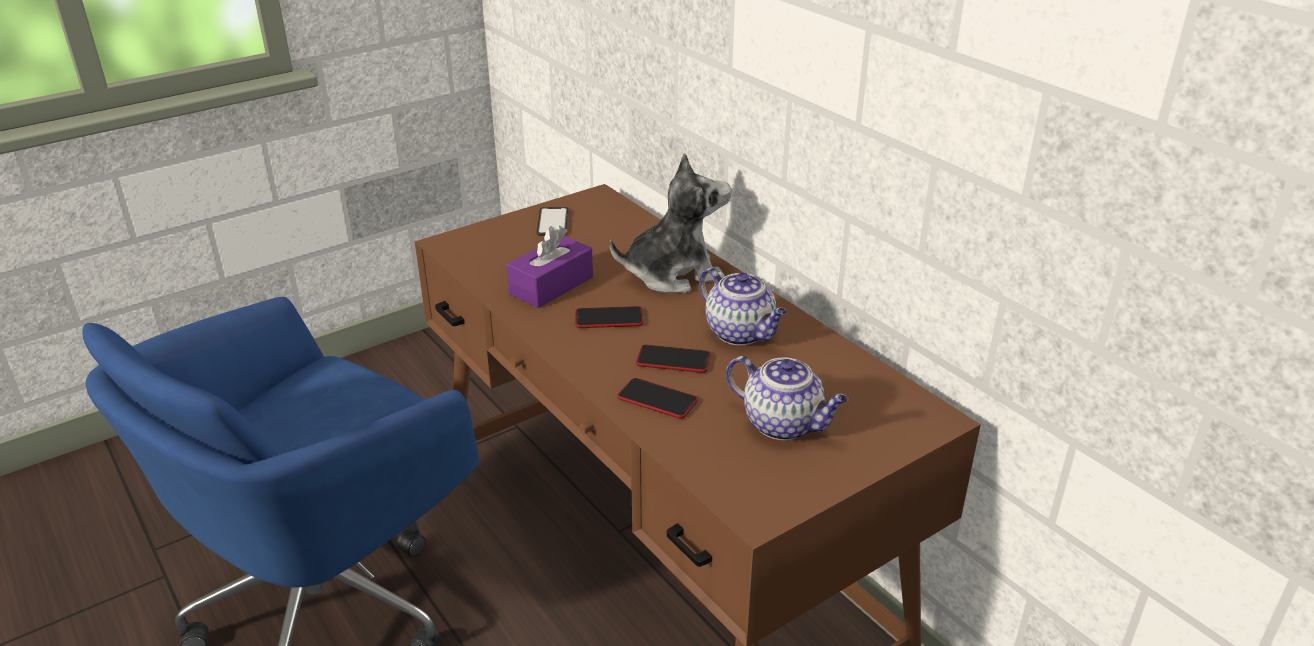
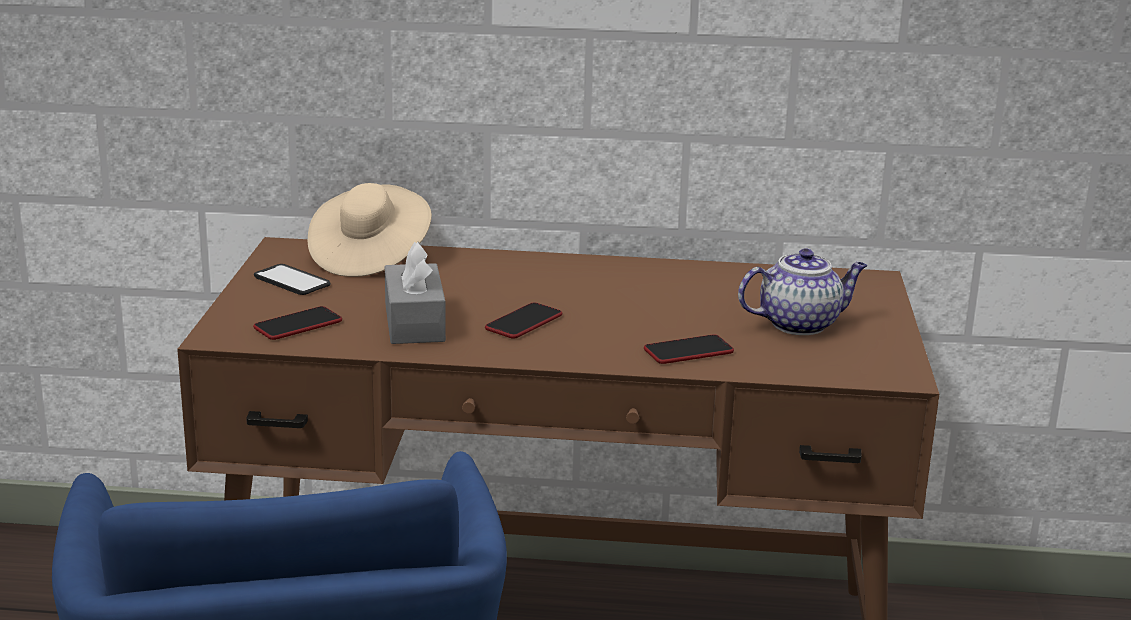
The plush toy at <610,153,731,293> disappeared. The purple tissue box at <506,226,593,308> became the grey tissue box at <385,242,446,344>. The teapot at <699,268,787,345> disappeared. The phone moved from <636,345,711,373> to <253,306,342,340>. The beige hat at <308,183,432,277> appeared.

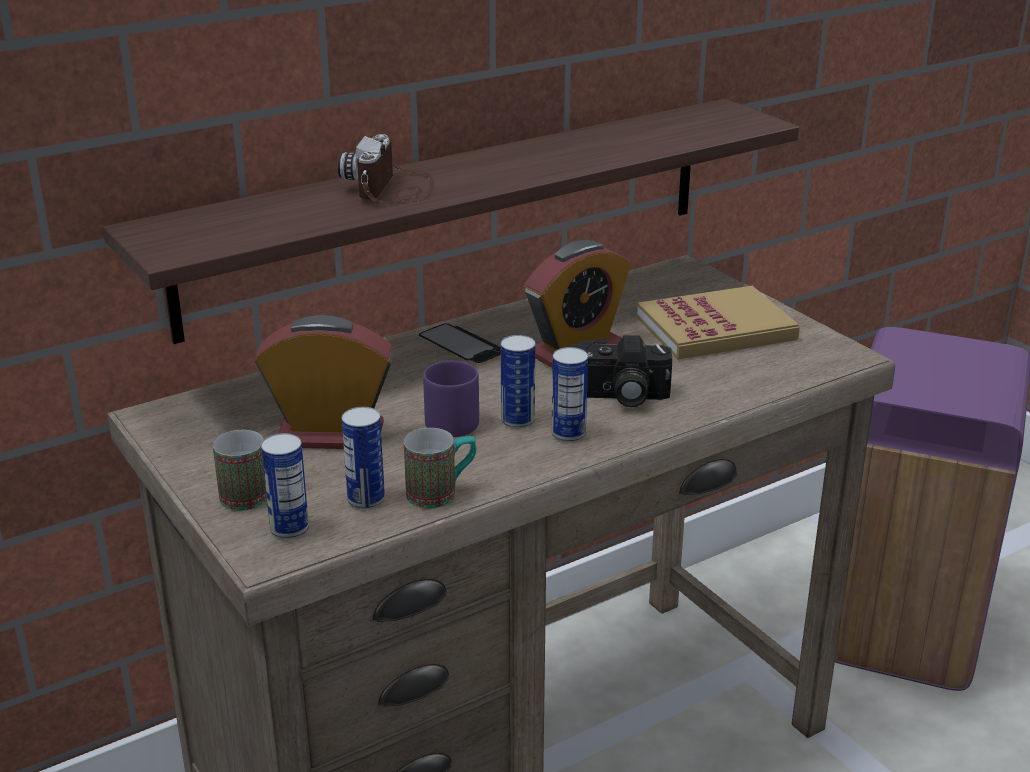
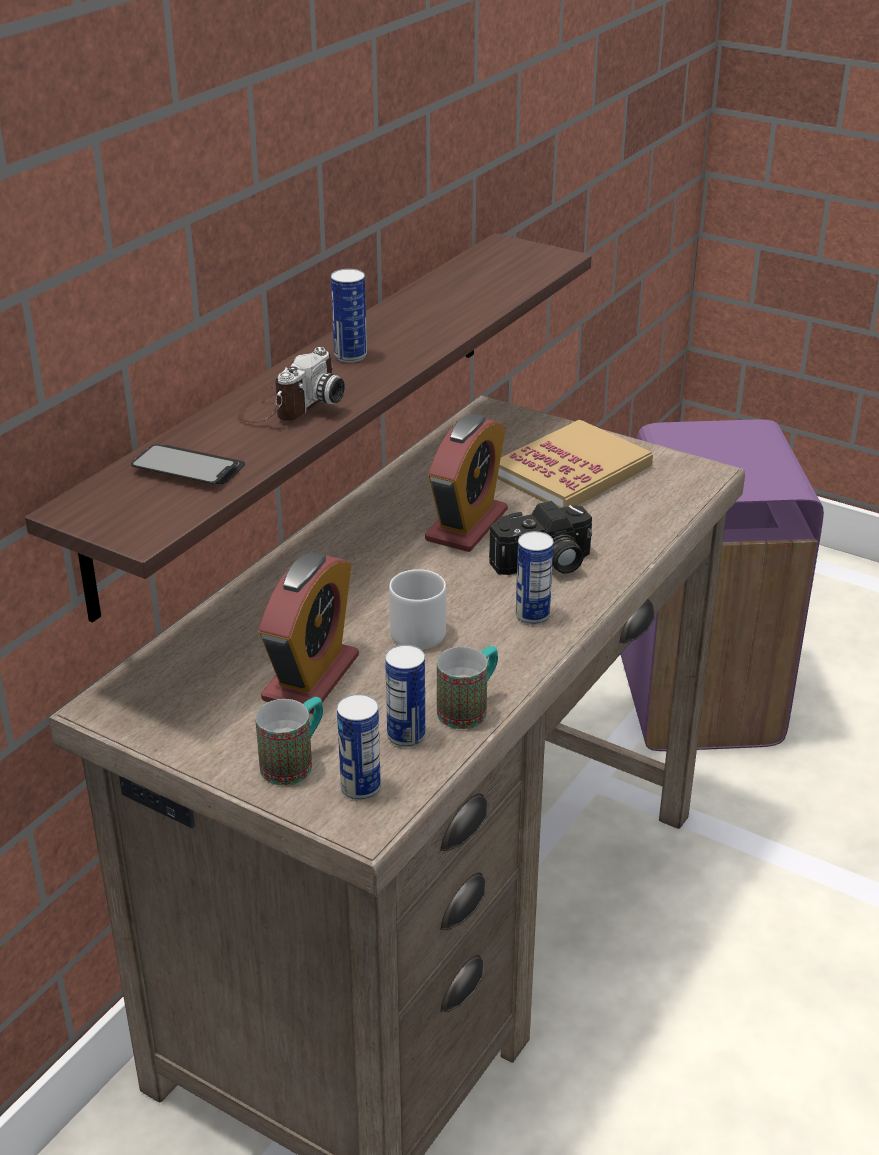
The photo camera at <338,134,434,204> turned 135 degrees counterclockwise. The alarm clock at <255,315,394,449> turned 135 degrees clockwise. The phone moved from <419,323,501,363> to <131,444,245,484>. The can moved from <501,335,535,429> to <331,269,367,363>. The purple mug at <423,361,479,437> became the grey mug at <389,569,446,650>.

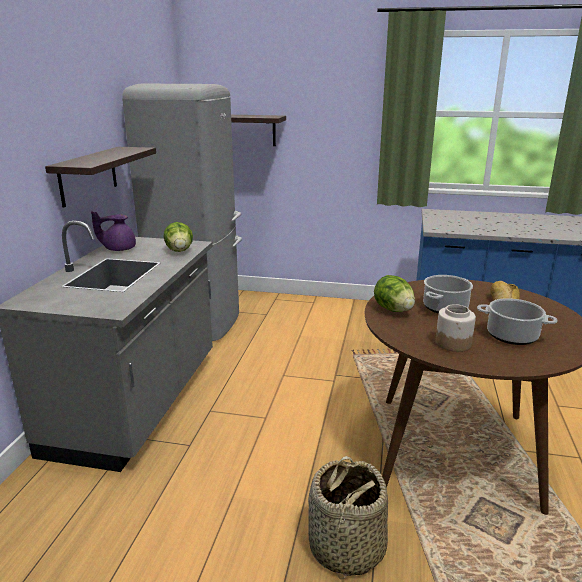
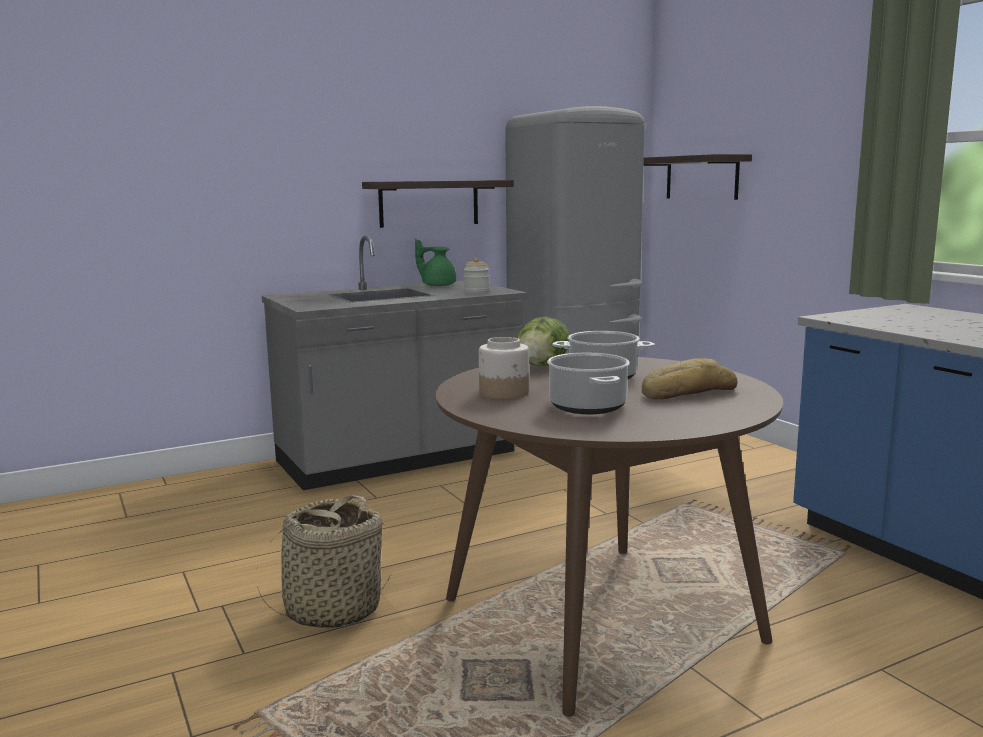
The purple teapot at <91,211,136,251> became the green teapot at <415,239,456,286>. The lettuce at <163,222,193,252> was replaced by the jar at <463,258,489,294>.

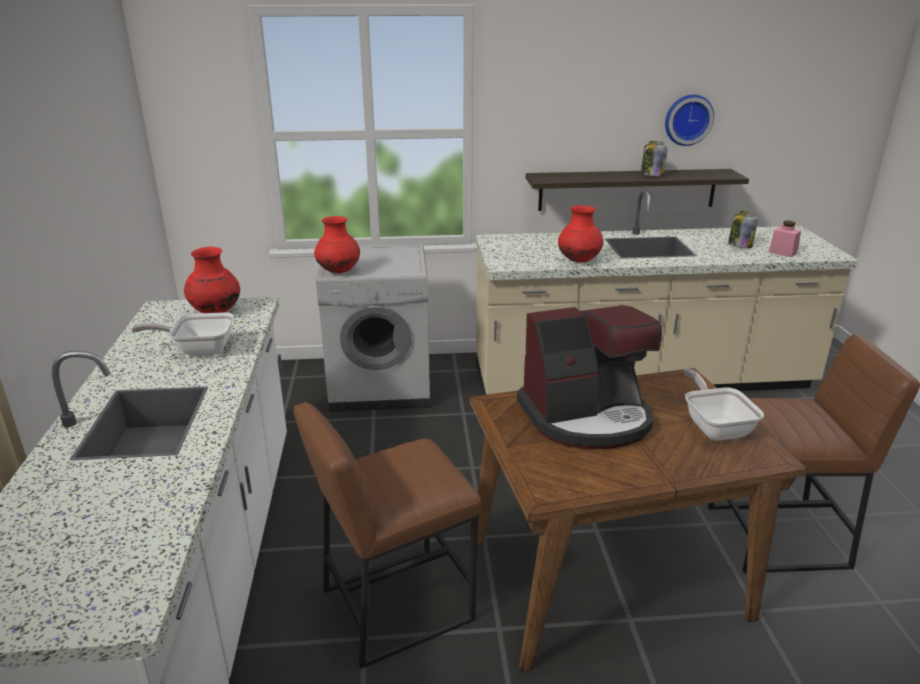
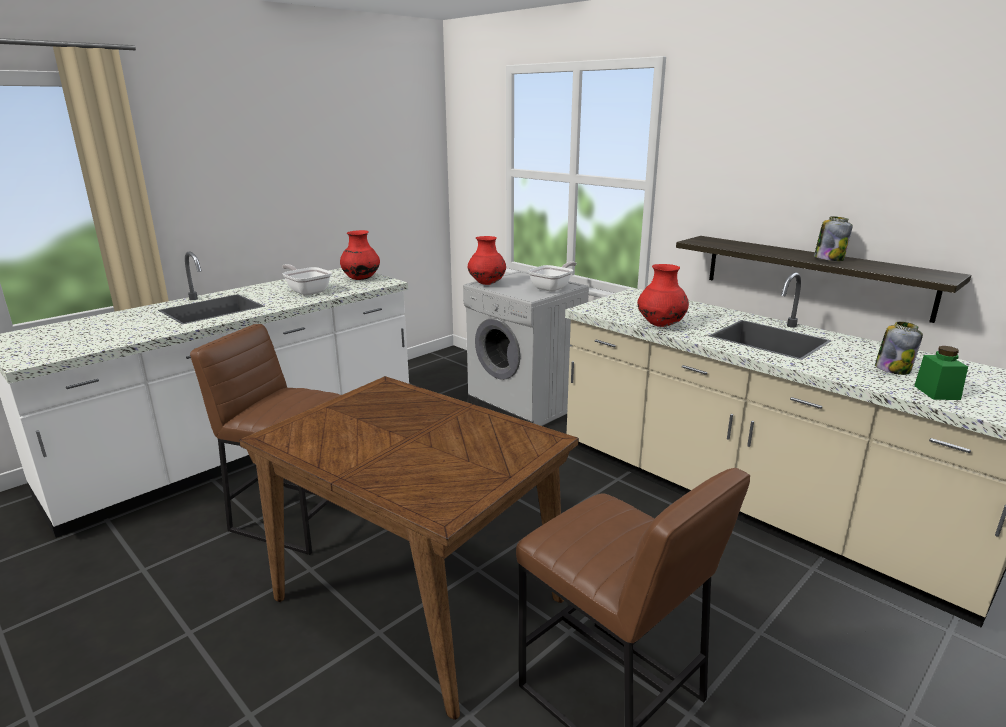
The wall clock at <665,94,714,146> disappeared. The pink jar at <769,220,801,257> became the green jar at <914,346,968,400>. The coffee machine at <517,305,662,449> disappeared. The frying pan moved from <684,369,764,441> to <528,261,577,292>.

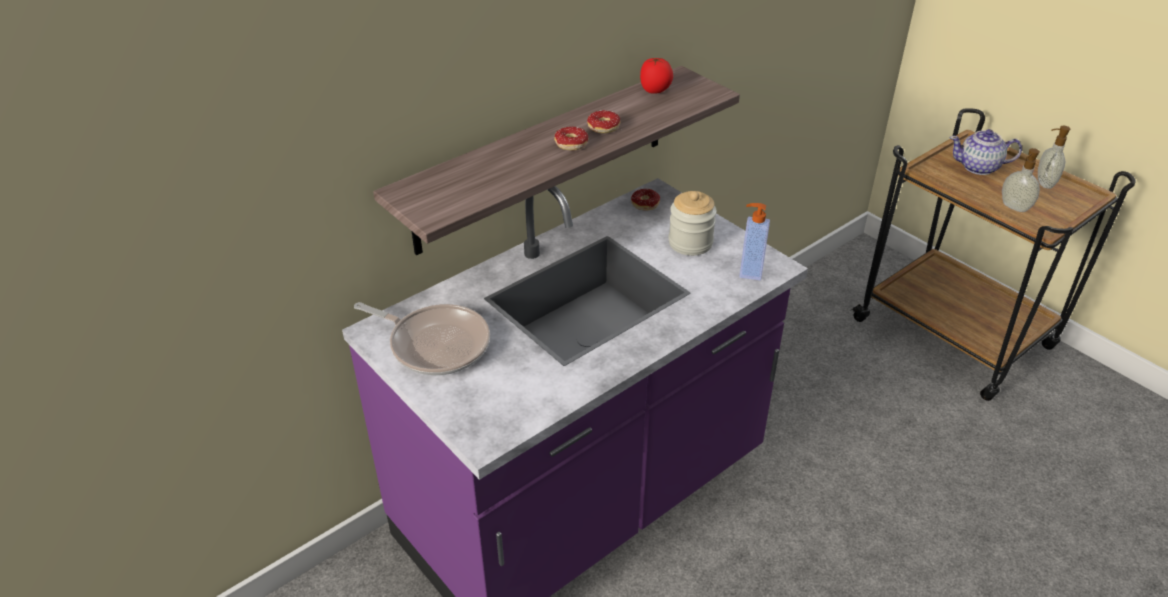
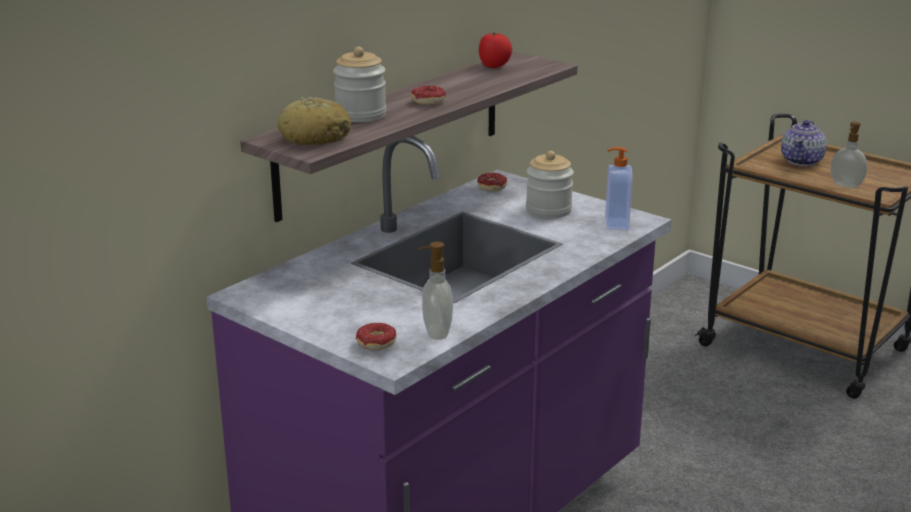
The donut moved from <587,110,620,133> to <356,323,397,350>. The soap dispenser moved from <1038,126,1070,189> to <418,242,453,340>. The teapot at <950,129,1022,175> turned 60 degrees counterclockwise. The frying pan at <354,302,490,375> disappeared. The jar at <333,47,386,122> appeared. The bread at <278,97,351,145> appeared.

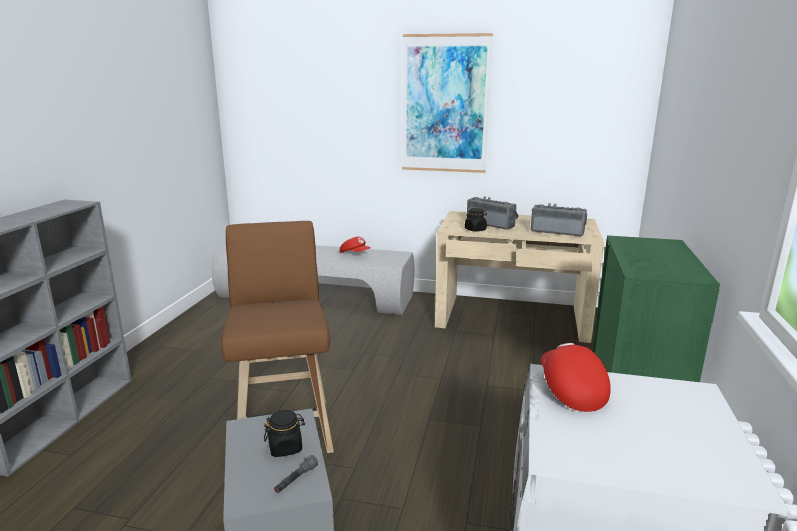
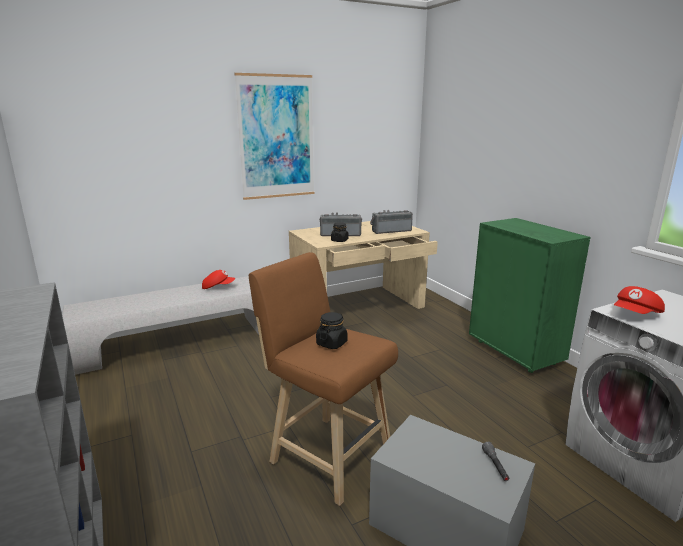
The red cap at <541,343,611,412> turned 75 degrees counterclockwise. The black jar moved from <264,410,305,457> to <316,312,348,349>.

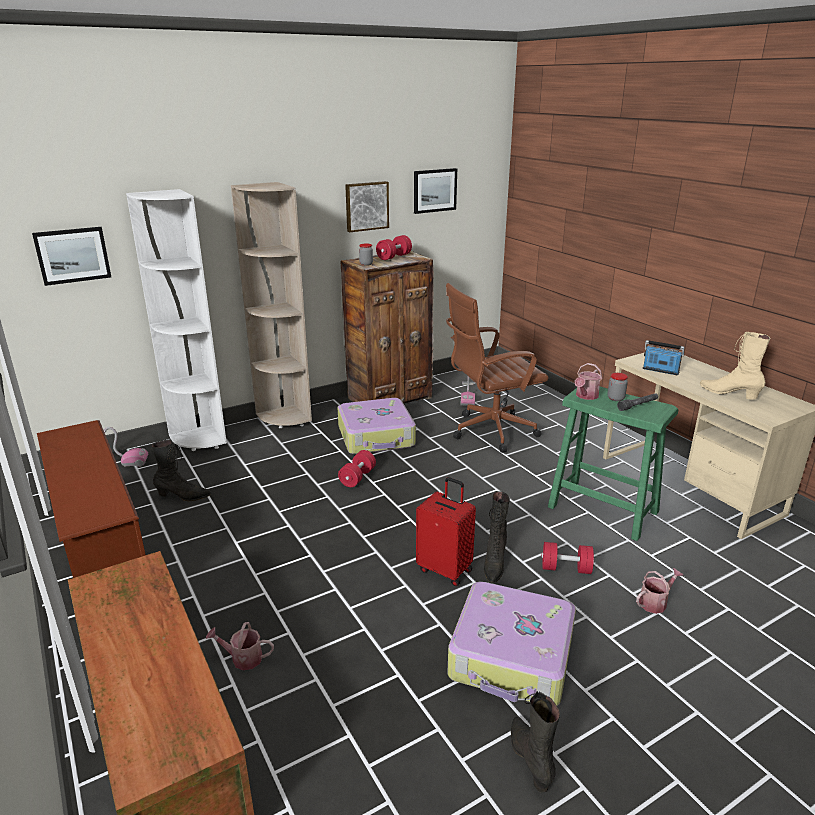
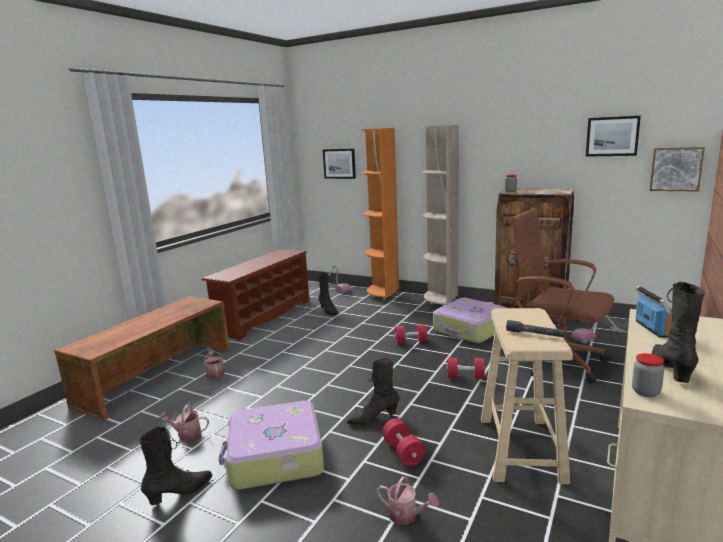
The picture moved from <345,181,389,232> to <650,147,705,192>. The white bookcase at <126,189,227,451> became the orange bookcase at <359,128,399,300>. The red dumbbell moved from <376,235,412,260> to <446,357,486,379>. The beige boot at <699,332,770,399> became the black boot at <652,281,705,383>. The watering can moved from <575,363,603,400> to <158,405,209,441>. The jar moved from <607,373,628,401> to <632,353,664,397>. The green stool at <548,386,678,541> became the beige stool at <481,308,573,485>. The red suitcase at <416,477,476,586> disappeared.

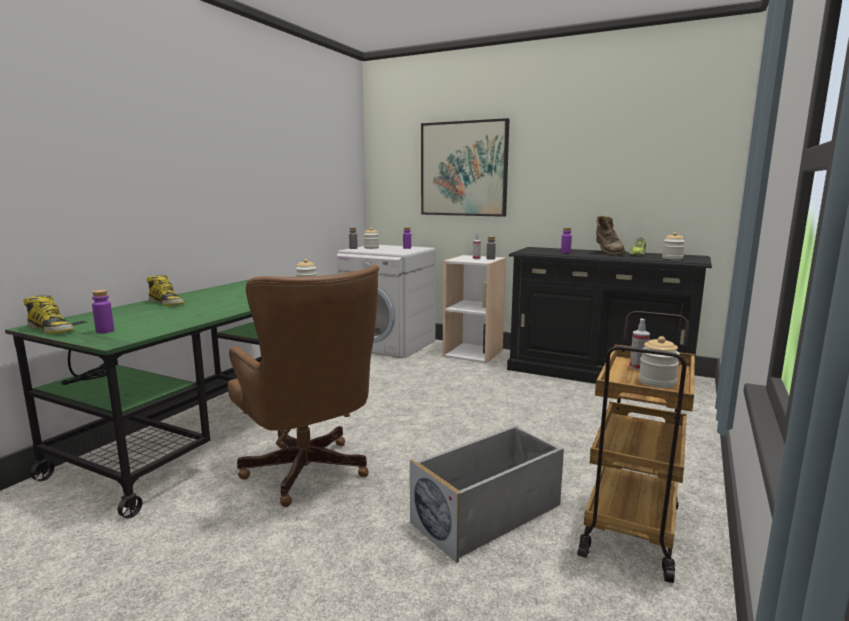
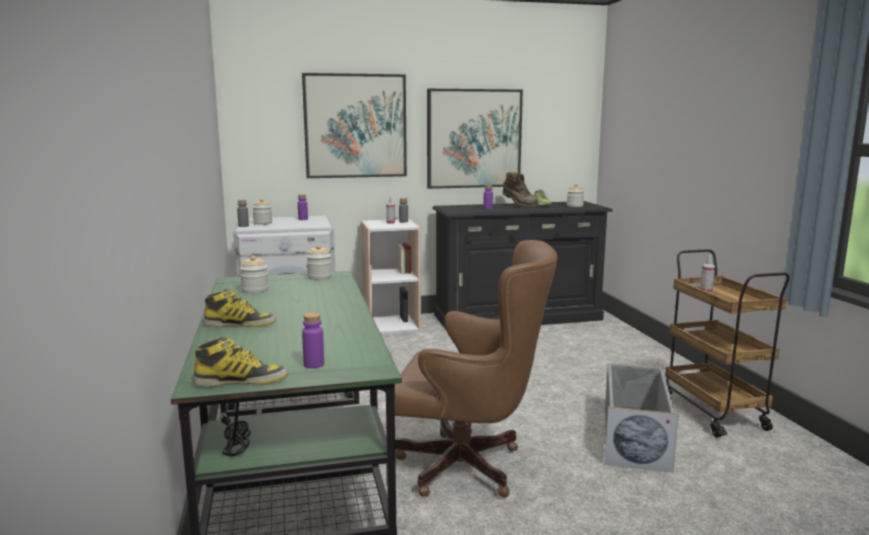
The jar moved from <639,336,680,388> to <240,255,269,294>. The picture at <427,89,523,189> appeared.

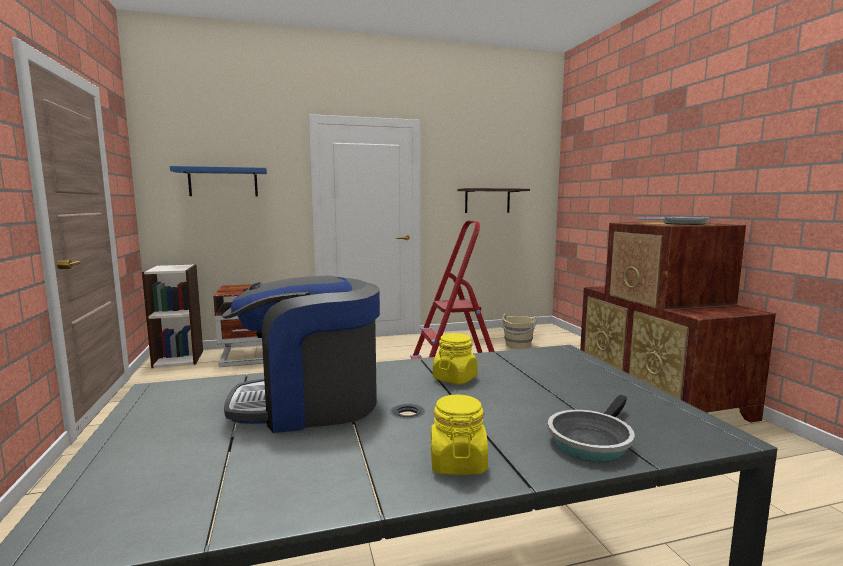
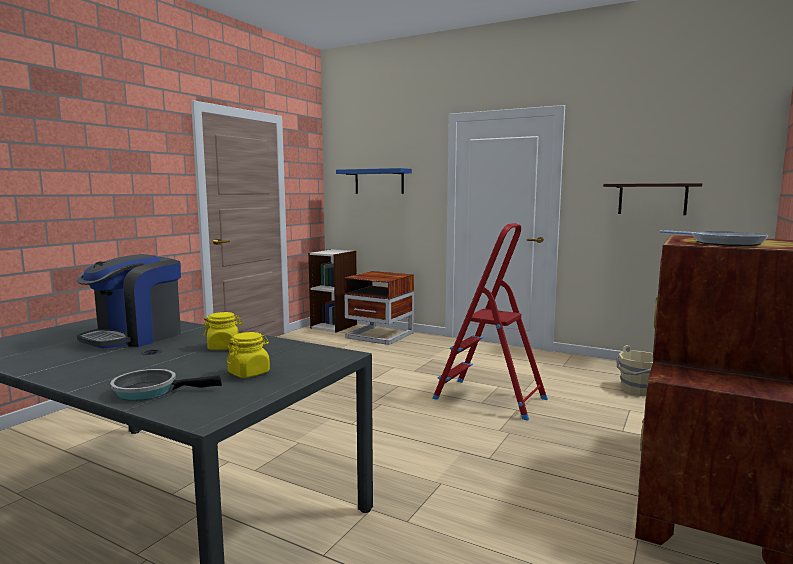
The coffee machine at <222,276,380,433> turned 90 degrees counterclockwise. The yellow jar moved from <431,395,488,475> to <227,332,270,378>.

